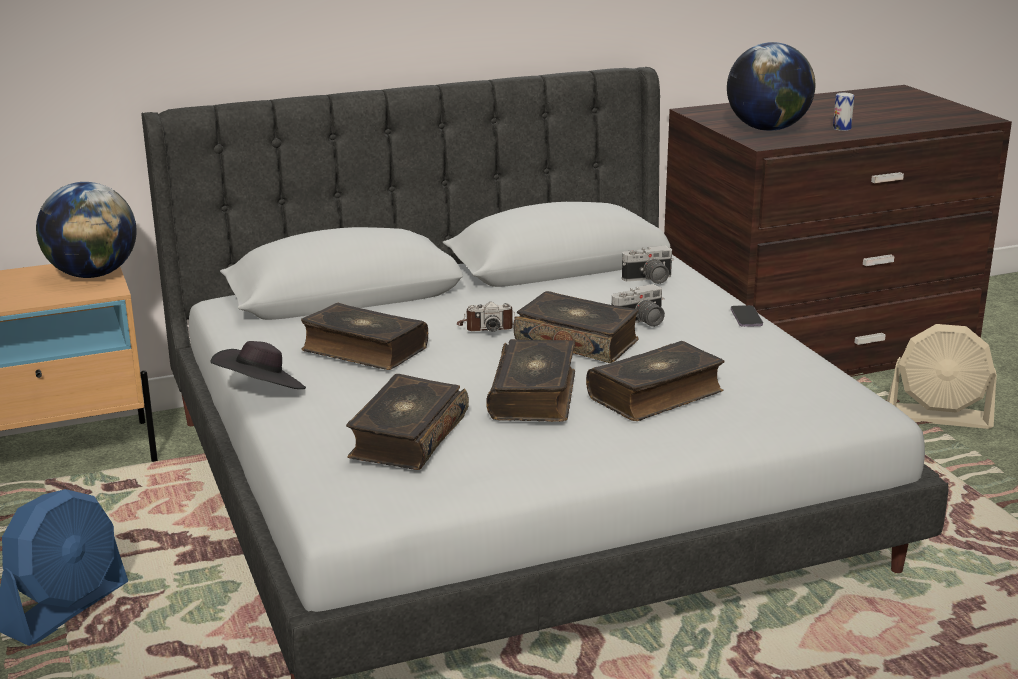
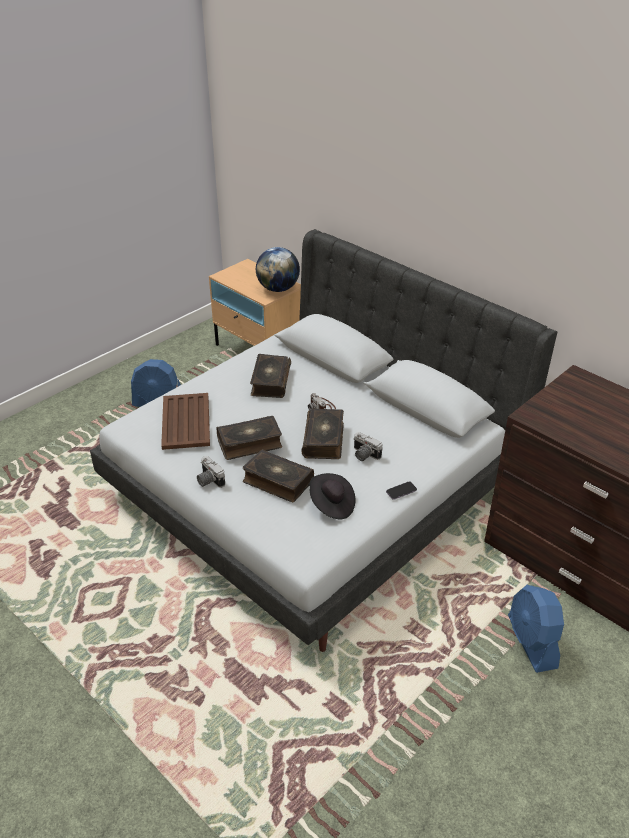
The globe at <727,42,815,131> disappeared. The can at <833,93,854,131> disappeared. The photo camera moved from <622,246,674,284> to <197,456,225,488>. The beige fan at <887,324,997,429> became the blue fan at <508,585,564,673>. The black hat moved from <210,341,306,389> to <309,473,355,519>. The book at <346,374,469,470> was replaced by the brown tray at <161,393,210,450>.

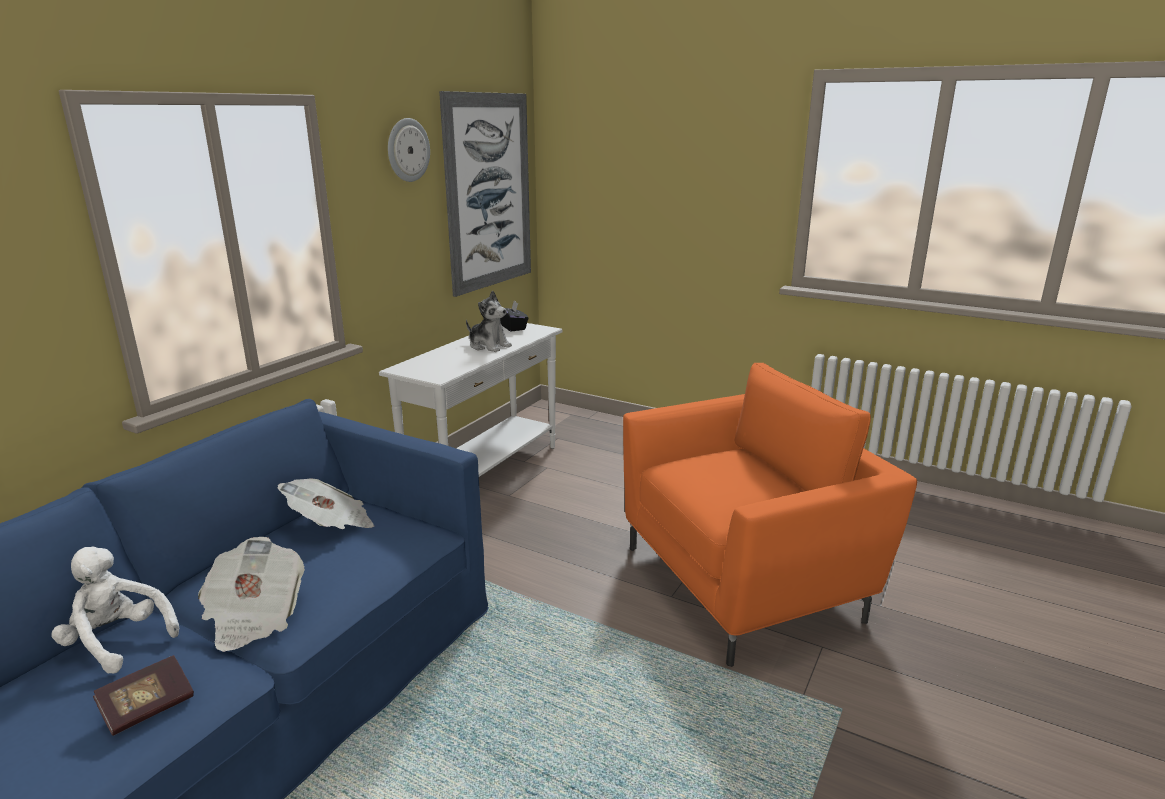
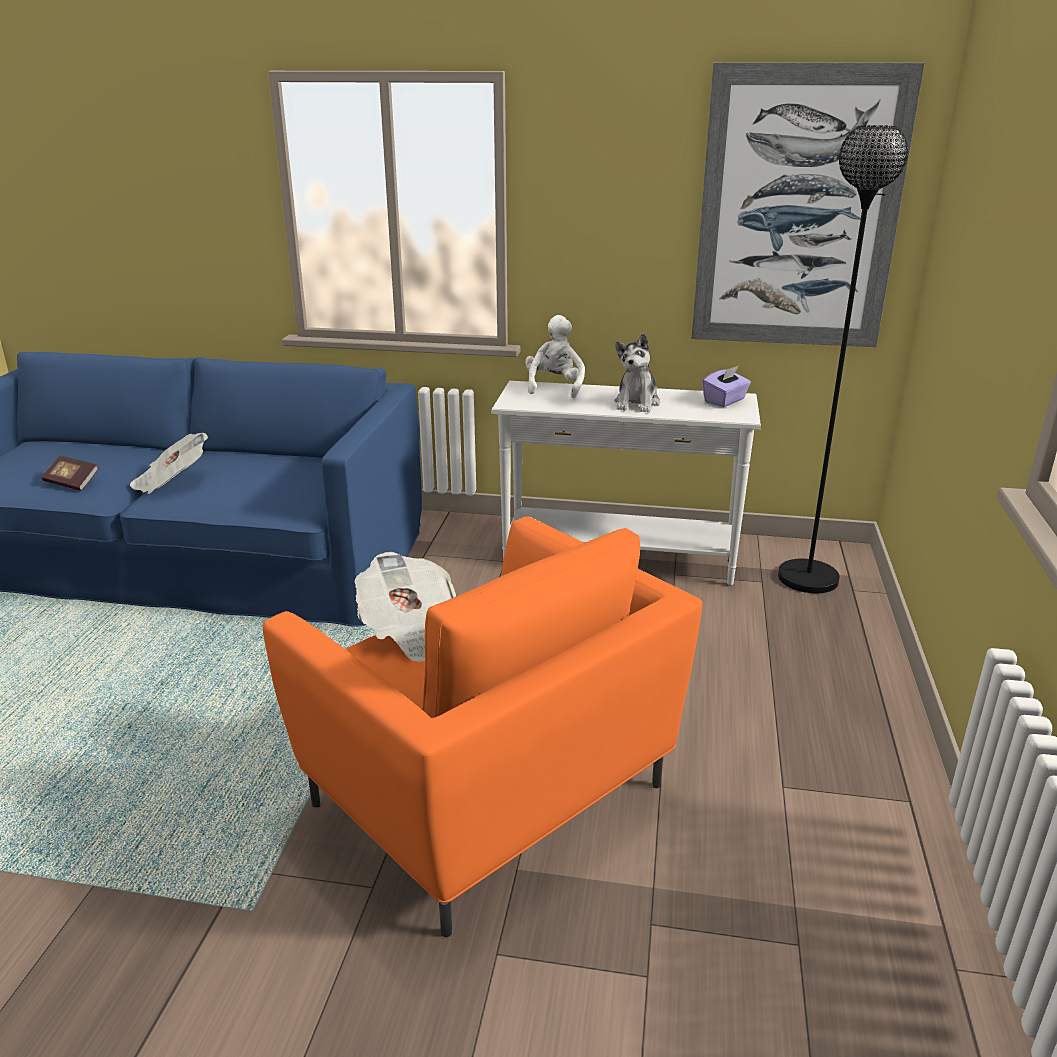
The wall clock at <388,118,430,182> disappeared. The black tissue box at <500,301,529,332> became the purple tissue box at <702,366,751,407>. The newspaper moved from <278,478,374,529> to <354,552,456,662>. The white plush toy moved from <52,546,179,673> to <525,315,585,398>. The black floor lamp at <778,125,908,593> appeared.

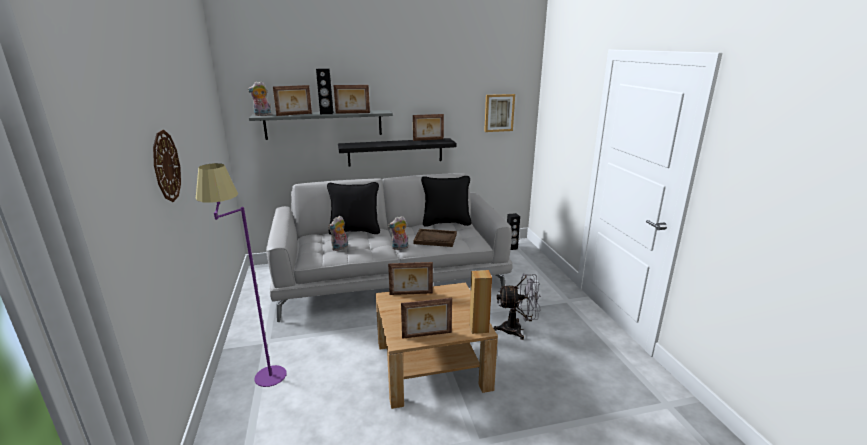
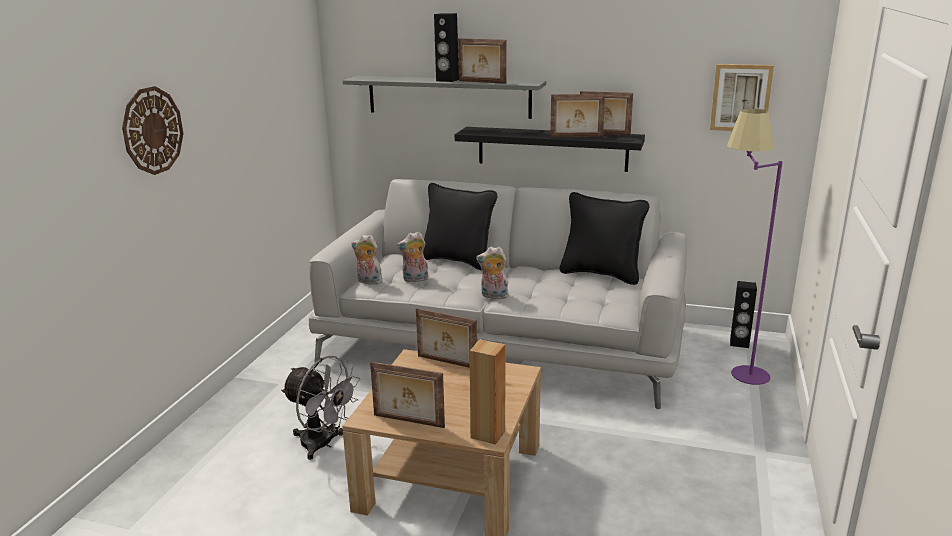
The plush toy moved from <248,81,274,116> to <351,234,383,285>. The picture frame moved from <273,85,312,116> to <550,94,605,137>. The purple floor lamp moved from <196,163,287,387> to <727,109,782,385>. The brown tray at <413,229,457,247> disappeared. The grey fan moved from <493,273,541,340> to <281,355,360,460>.

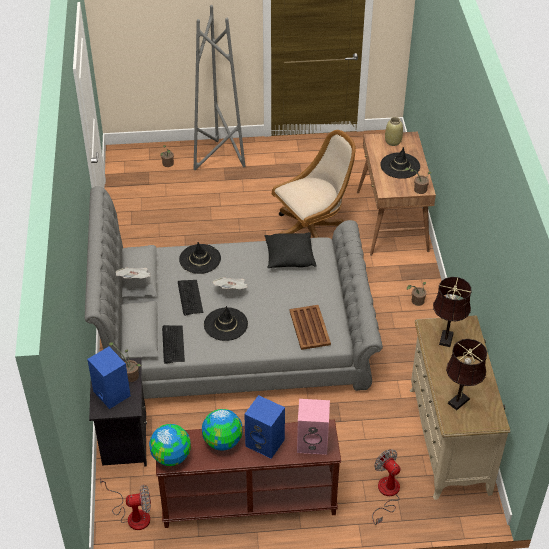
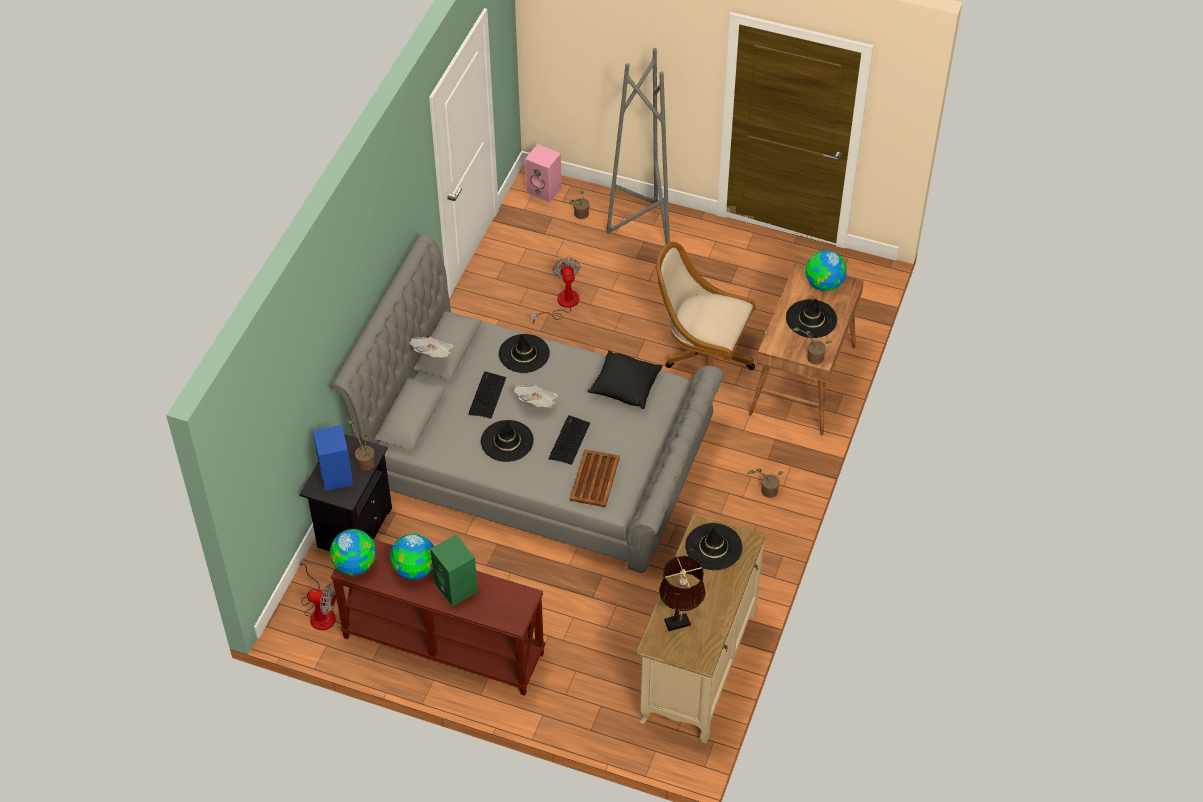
The beige vase at <385,117,403,146> was replaced by the globe at <806,250,847,291>. The office chair at <272,130,355,238> turned 150 degrees counterclockwise. The brown table lamp at <433,277,471,347> was replaced by the black hat at <685,523,742,570>. The keyboard moved from <162,325,185,364> to <549,415,590,465>. The blue speaker at <244,395,285,459> became the green speaker at <430,535,478,607>. The pink speaker moved from <297,399,330,455> to <525,144,562,203>. The fan moved from <372,449,401,525> to <531,257,580,324>.

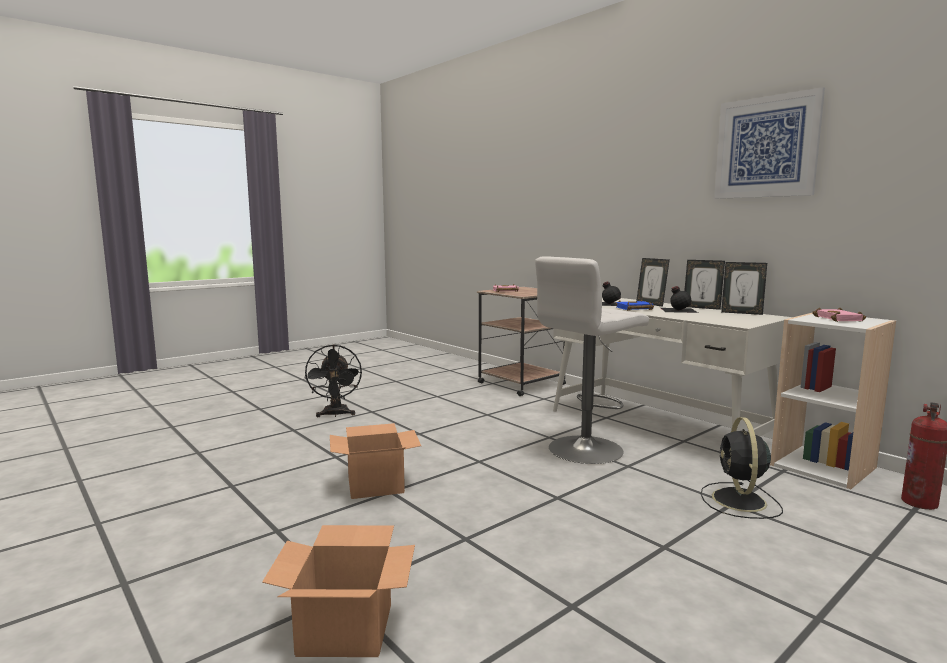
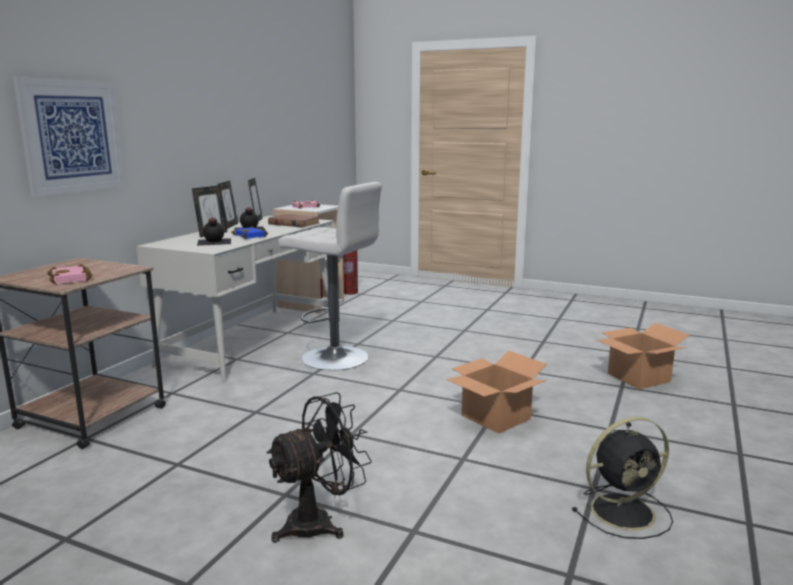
The picture moved from <714,87,825,199> to <13,76,125,197>. The black fan moved from <701,417,783,519> to <572,417,673,539>. The brown book at <268,214,319,227> appeared.

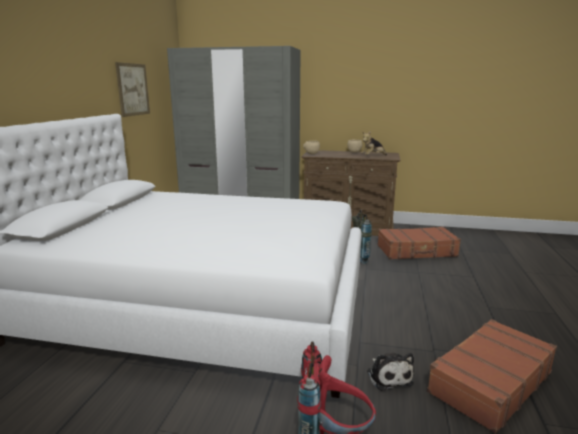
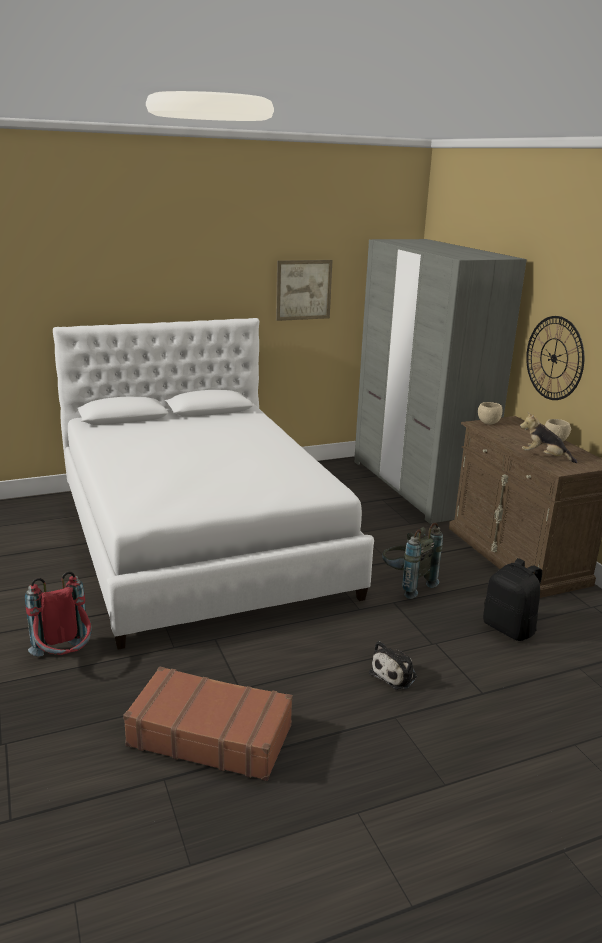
The brown suitcase at <377,227,461,259> was replaced by the black backpack at <483,558,542,641>. The plush toy moved from <367,353,414,391> to <369,641,417,690>. The wall clock at <526,316,584,400> appeared.

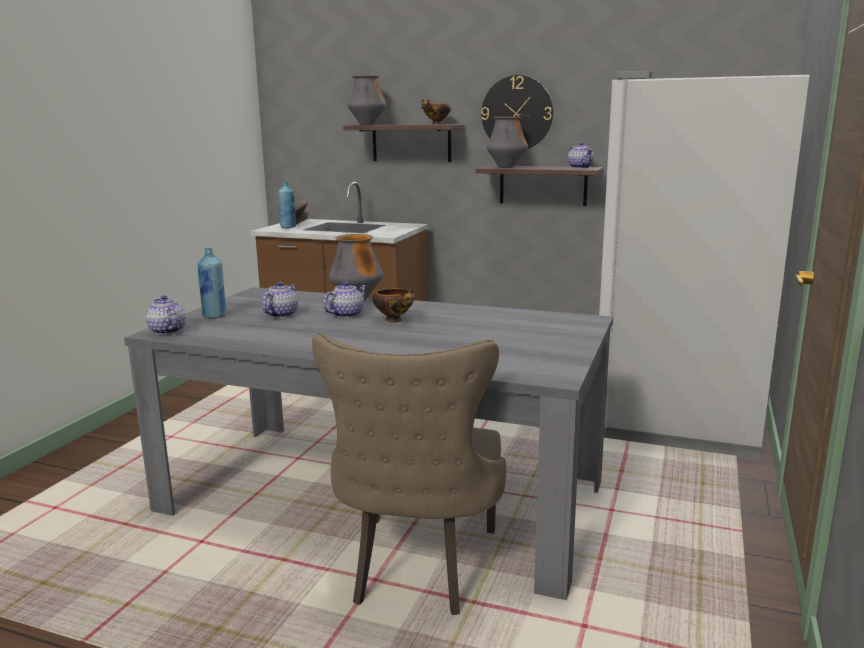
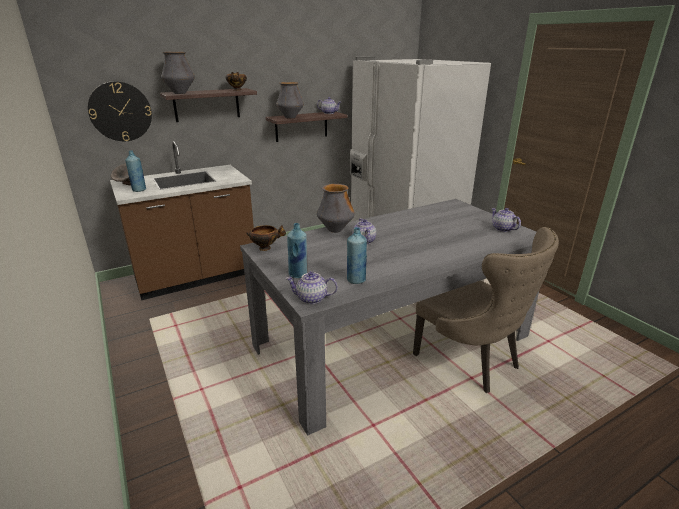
The wall clock moved from <481,75,553,149> to <88,81,152,141>. The teapot moved from <262,282,298,318> to <491,208,521,232>. The bowl moved from <372,288,415,323> to <246,225,286,251>. The blue bottle at <347,227,367,284> appeared.

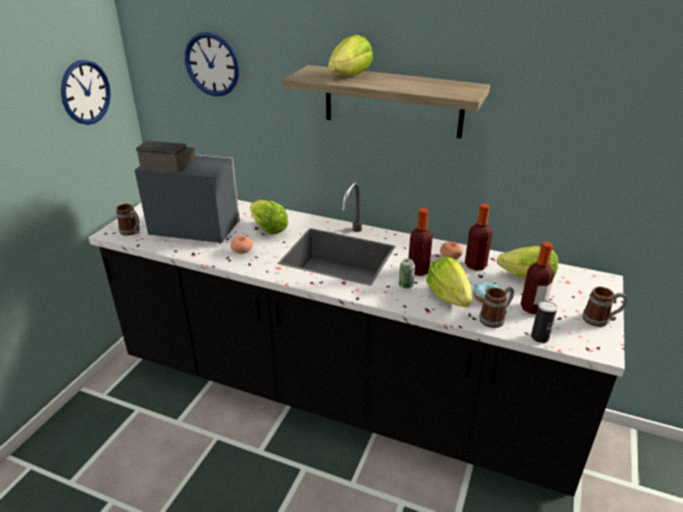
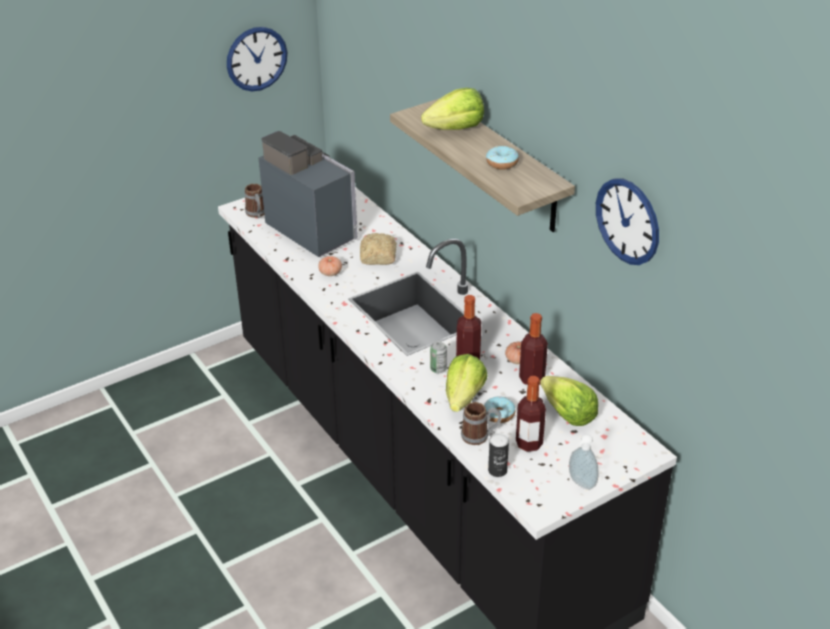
The wall clock moved from <185,32,239,96> to <596,178,659,265>. The lettuce at <250,200,288,234> was replaced by the bread at <360,233,397,265>. The mug at <583,287,627,327> was replaced by the soap dispenser at <569,434,599,490>. The donut at <486,146,519,170> appeared.

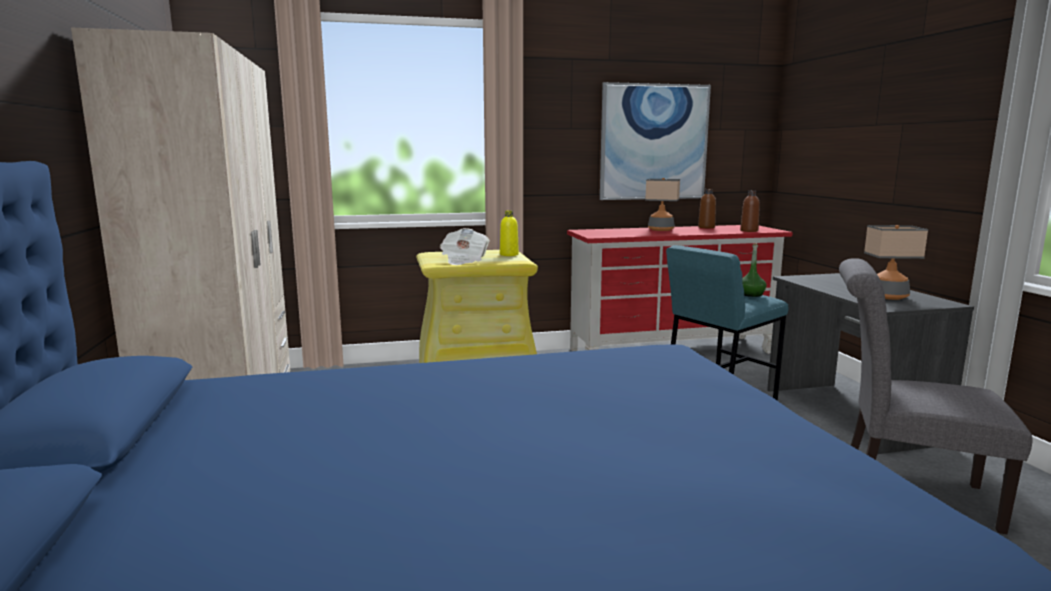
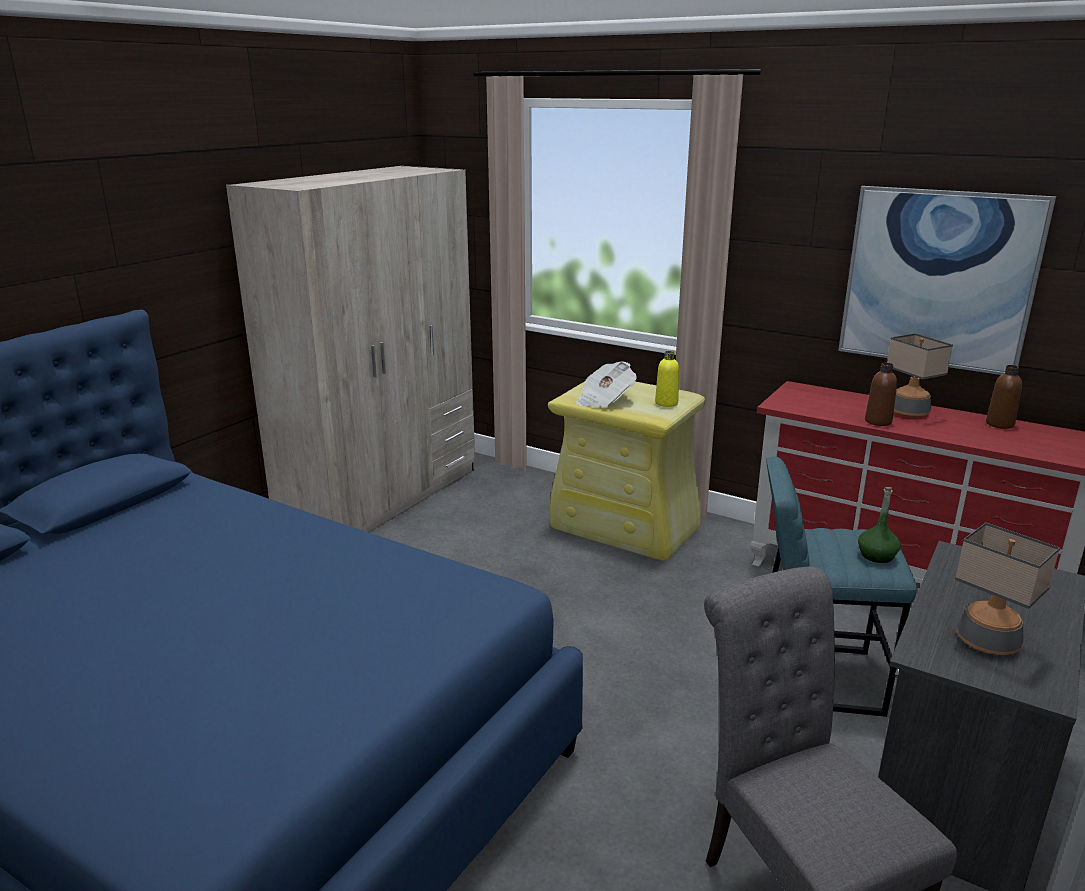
The brown bottle moved from <740,190,760,232> to <865,363,897,426>.

